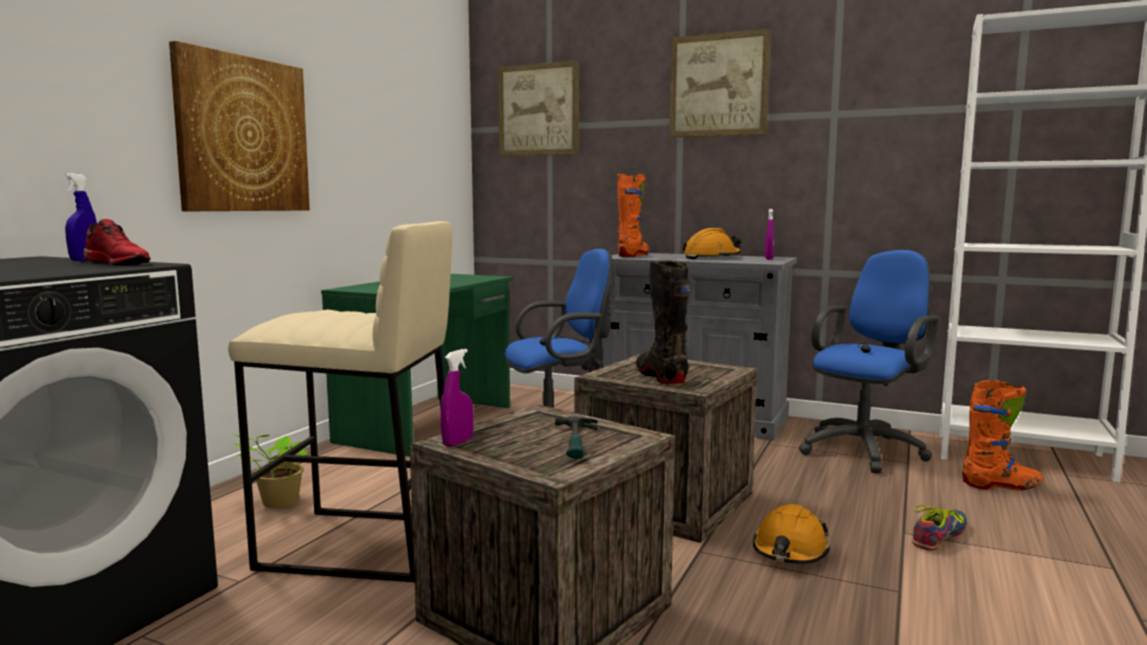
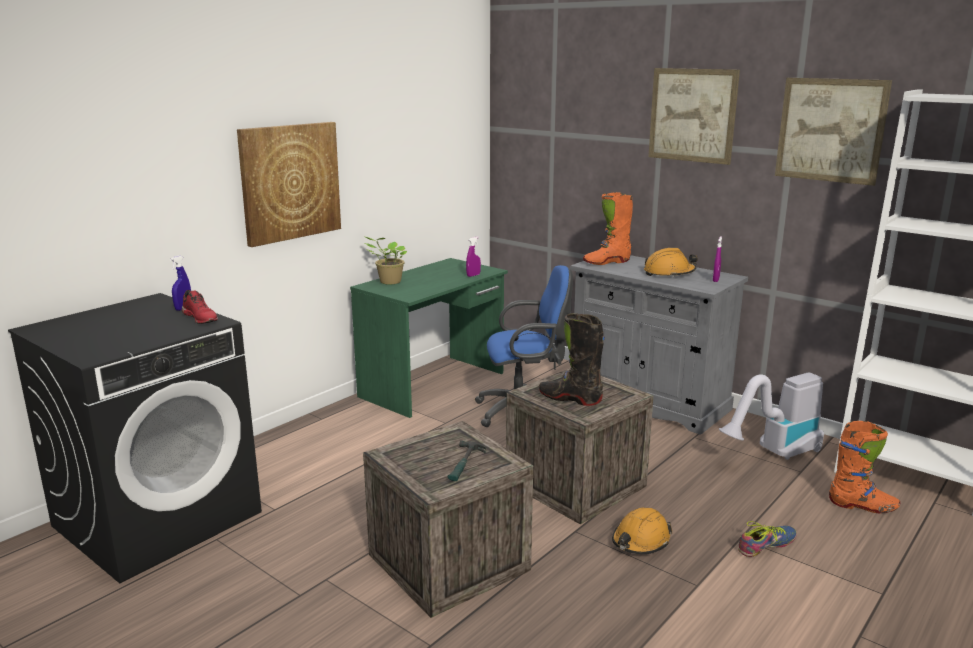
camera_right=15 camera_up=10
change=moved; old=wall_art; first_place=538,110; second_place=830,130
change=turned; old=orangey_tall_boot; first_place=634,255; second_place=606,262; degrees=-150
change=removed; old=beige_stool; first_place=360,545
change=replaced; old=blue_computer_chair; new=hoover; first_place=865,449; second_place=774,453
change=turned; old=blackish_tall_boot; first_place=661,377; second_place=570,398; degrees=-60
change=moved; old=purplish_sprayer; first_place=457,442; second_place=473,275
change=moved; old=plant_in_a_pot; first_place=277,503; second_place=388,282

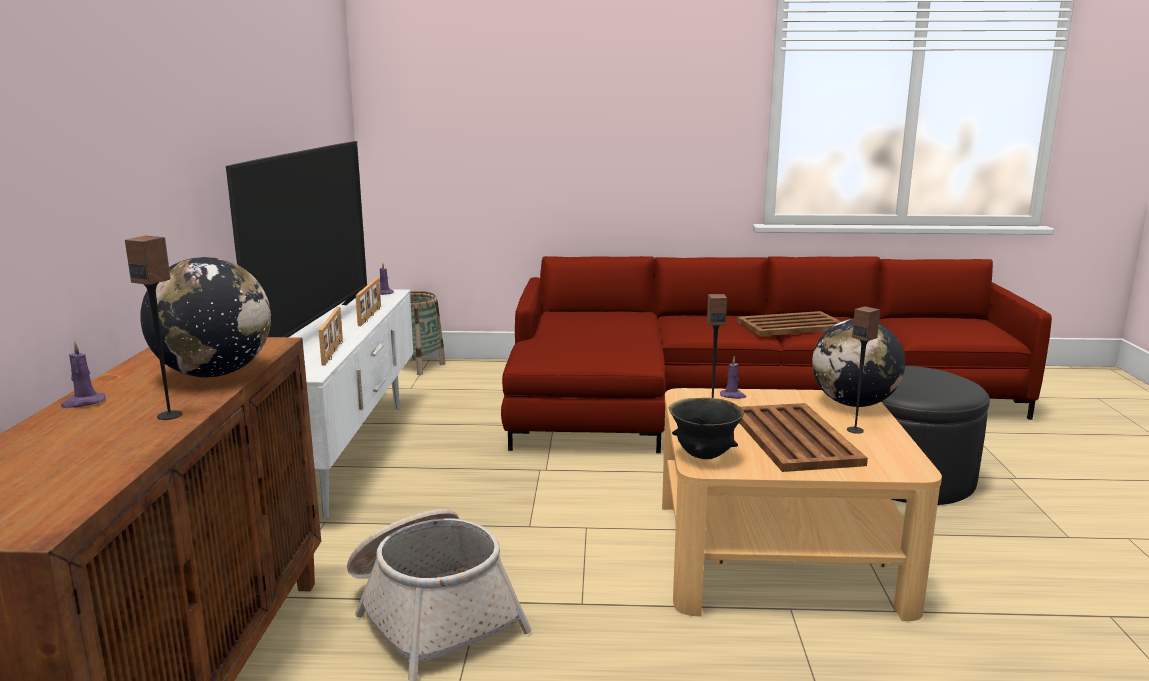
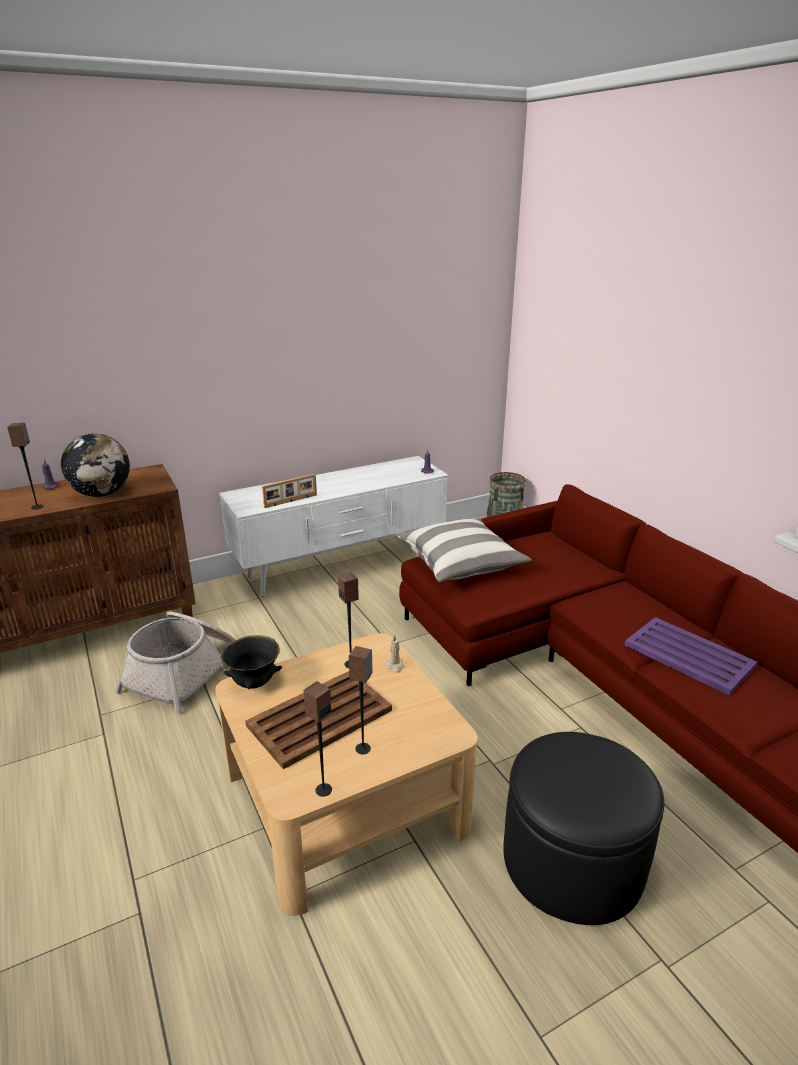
camera_right=60 camera_up=10
change=removed; old=TV; first_place=314,333
change=removed; old=photo_frame; first_place=371,315
change=recoloured; old=brown-coloured_carrying_tray; new=purplish_carrying_tray; first_place=792,325; second_place=689,656
change=removed; old=world_globe; first_place=853,404
change=recoloured; old=purplish_candle; new=beige_candle; first_place=733,396; second_place=394,666
change=added; new=cushion; second_place=460,564
change=added; new=audio_speaker; second_place=323,789

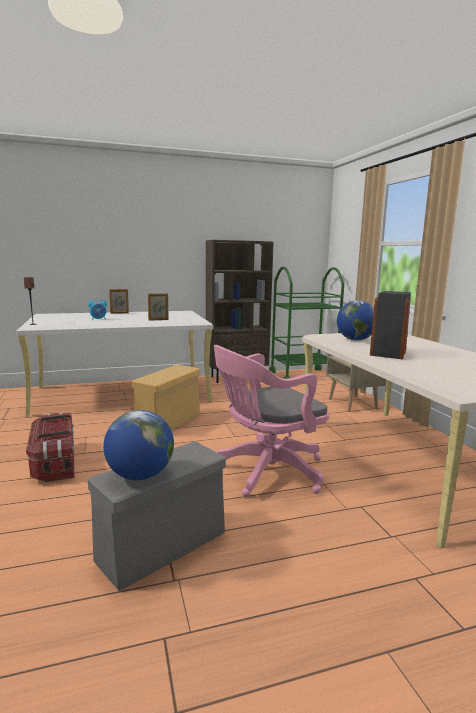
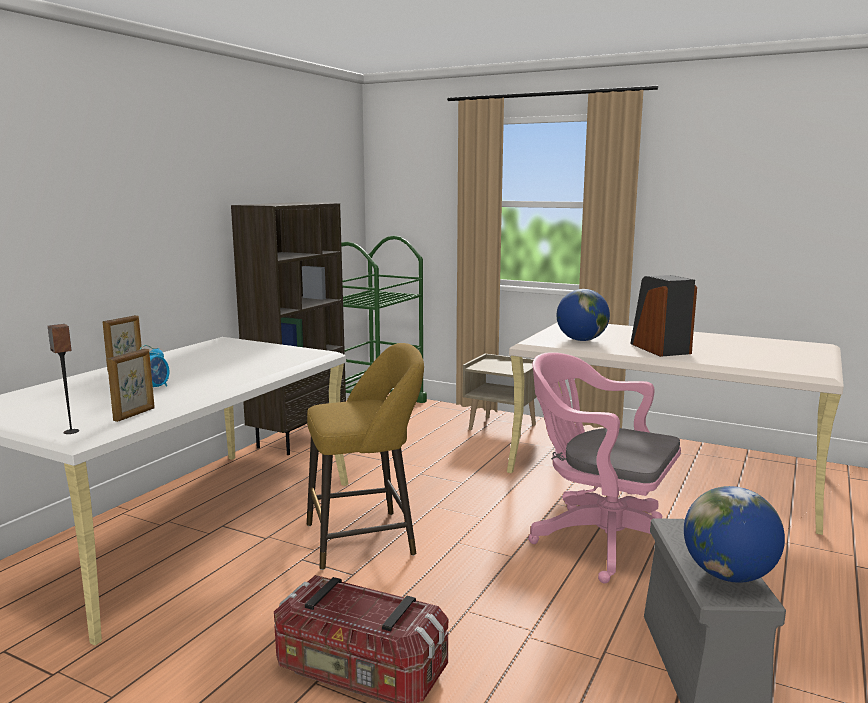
camera_right=-45 camera_up=0
change=moved; old=photo_frame; first_place=158,320; second_place=135,414
change=turned; old=pink-coloured_computer_chair; first_place=266,472; second_place=600,540; degrees=105
change=replaced; old=beige_storage_container; new=yellowish_stool; first_place=168,423; second_place=367,538

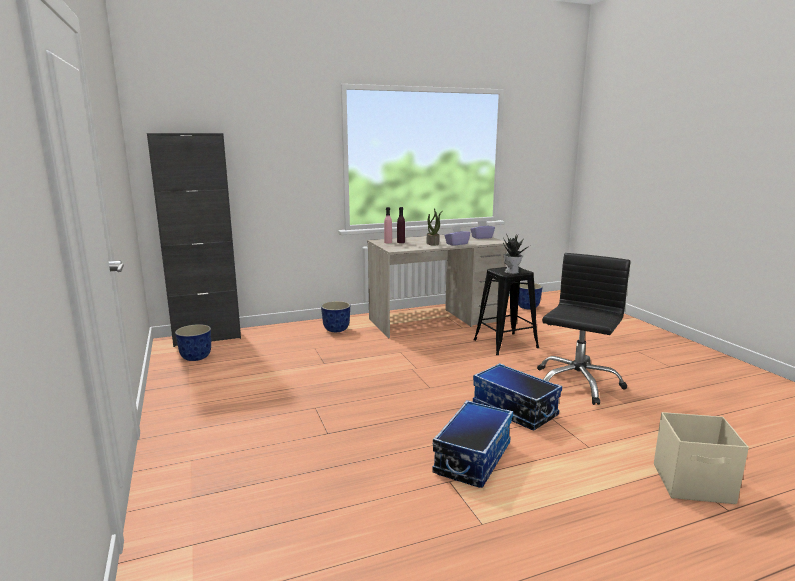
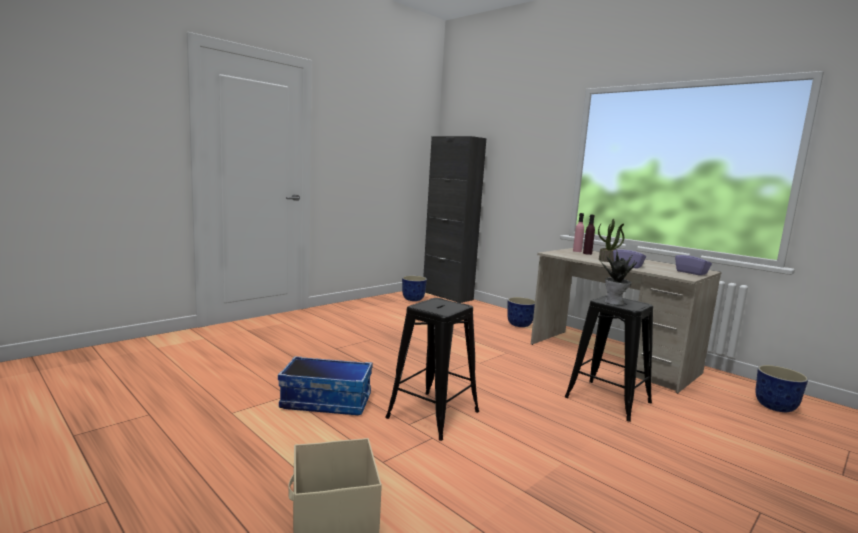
camera_right=65 camera_up=-5
change=removed; old=blackish_computer_chair; first_place=576,383
change=replaced; old=storage_container; new=blackish_stool; first_place=513,410; second_place=433,414

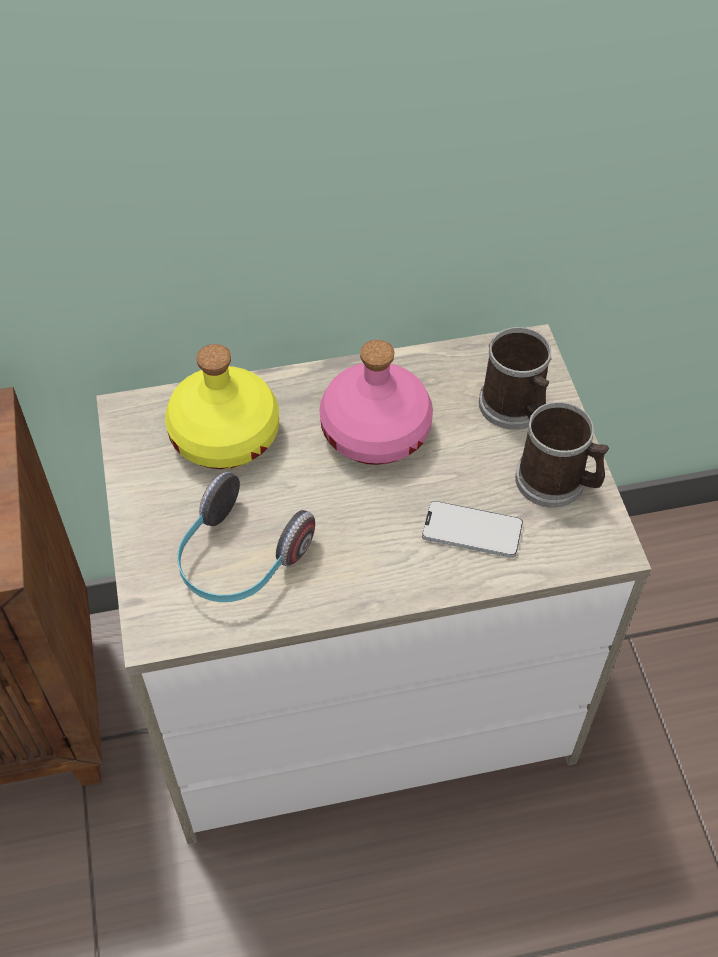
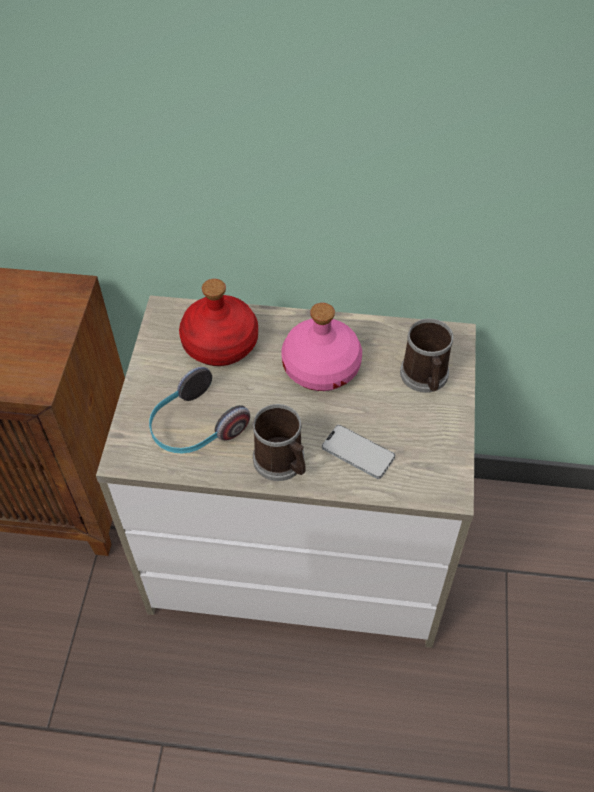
camera_right=20 camera_up=0
change=recoloured; old=yellowish_beverage_bottle; new=reddish_beverage_bottle; first_place=226,435; second_place=221,343
change=moved; old=mug; first_place=557,482; second_place=282,463

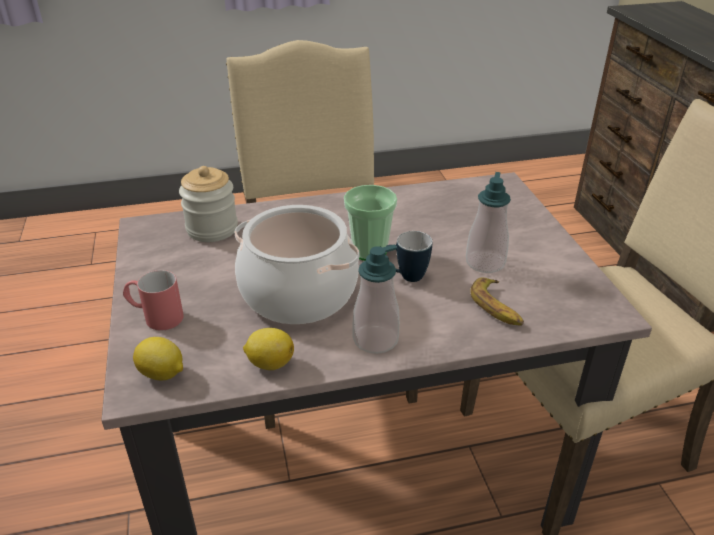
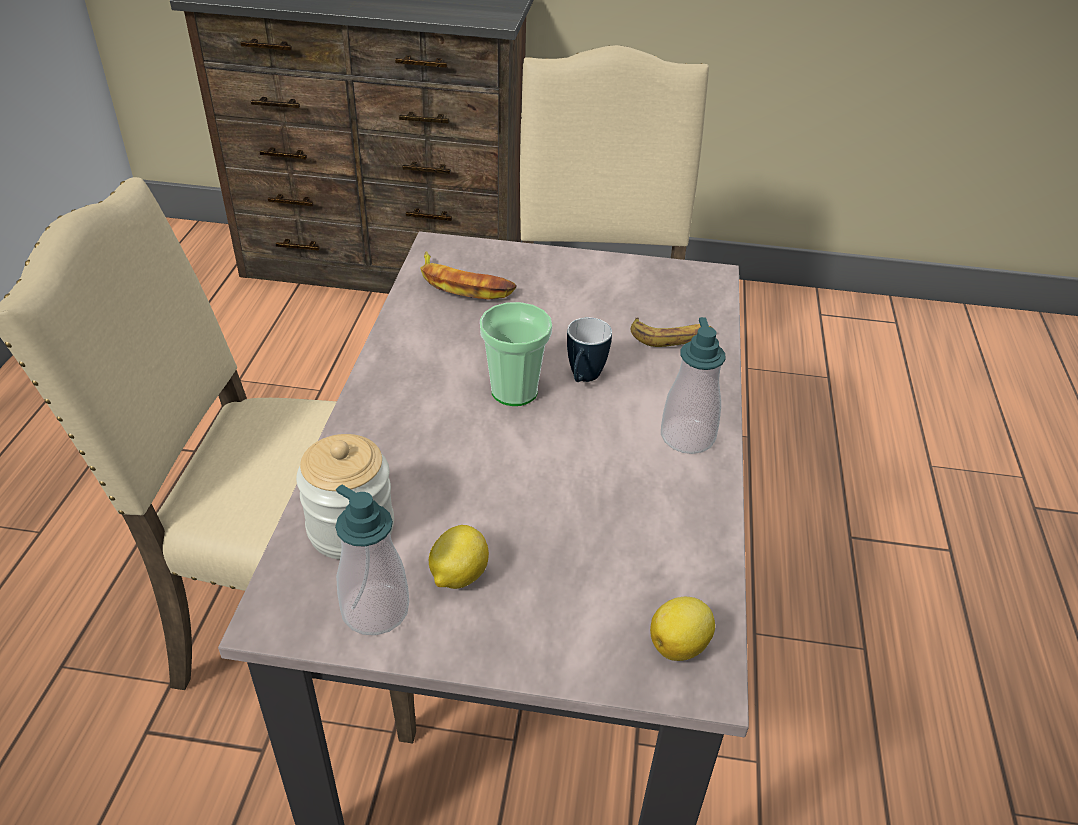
camera_right=-70 camera_up=5
change=moved; old=liquid_soap_bottle; first_place=485,262; second_place=375,610
change=removed; old=cooking_pot; first_place=299,293
change=removed; old=reddish_mug; first_place=155,317
change=moved; old=lemon; first_place=269,363; second_place=458,576
change=added; new=whole_banana; second_place=464,284

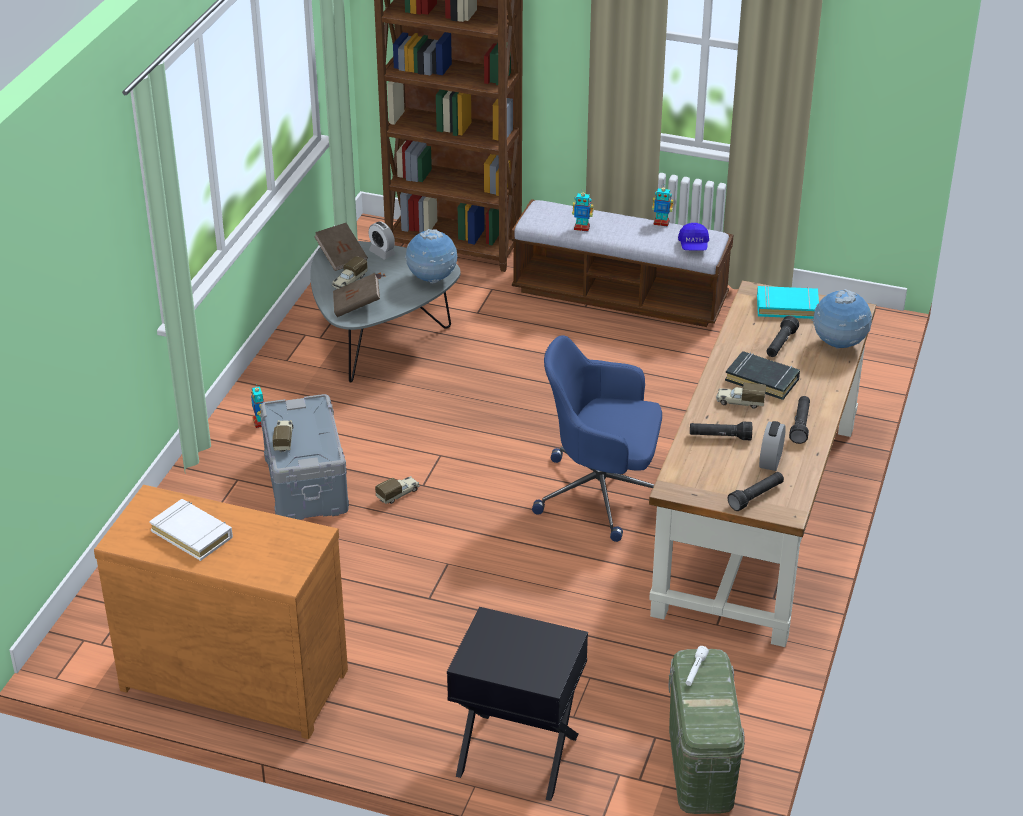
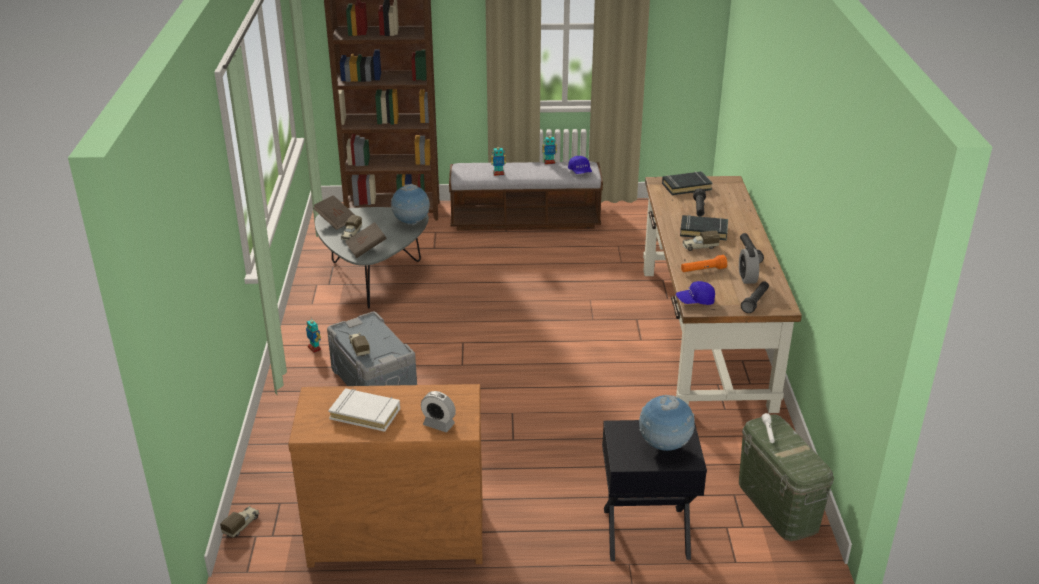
camera_right=-20 camera_up=-5
change=moved; old=alarm_clock; first_place=382,253; second_place=439,424
change=recoloured; old=blue-green_bound_book; new=blackish_bound_book; first_place=787,306; second_place=686,186
change=moved; old=world_globe; first_place=839,345; second_place=664,446
change=removed; old=blue_computer_chair; first_place=601,494
change=recoloured; old=blackish_torch; new=orangey_torch; first_place=720,437; second_place=703,270
change=moved; old=toy_lorry; first_place=398,494; second_place=241,525
change=added; new=blue_peaked_cap; second_place=695,301

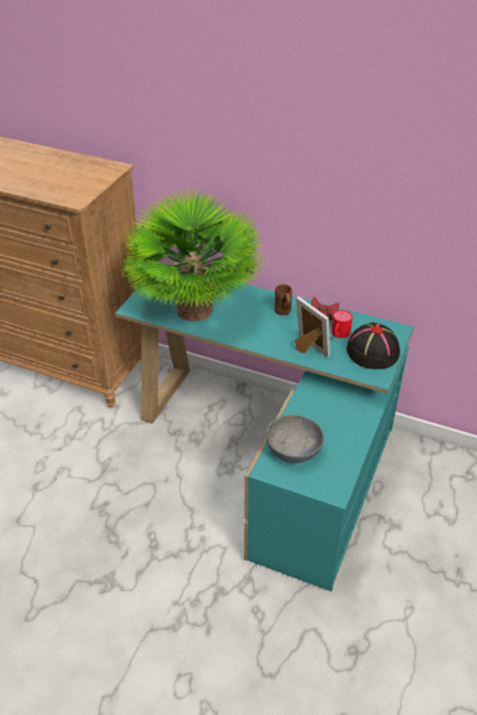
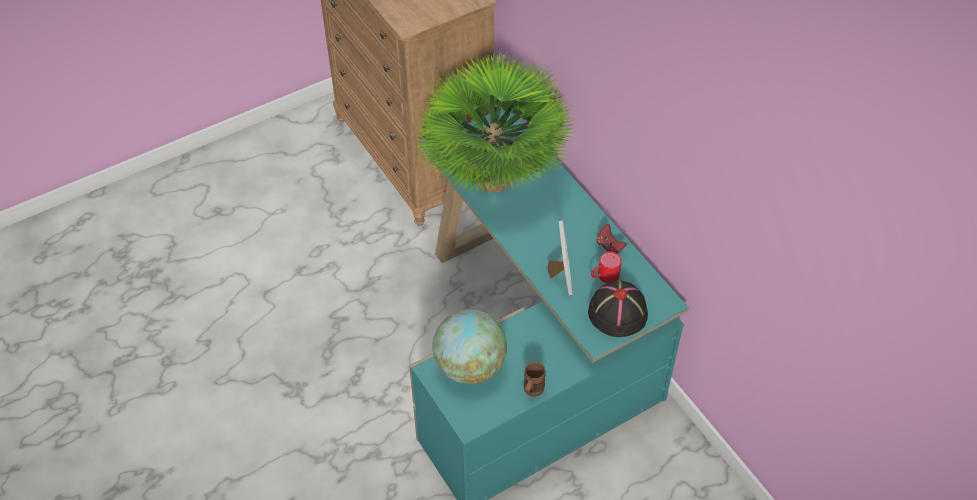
camera_right=35 camera_up=10
change=moved; old=brown-coloured_mug; first_place=283,313; second_place=532,392
change=replaced; old=gray_serving_bowl; new=world_globe; first_place=293,450; second_place=469,367

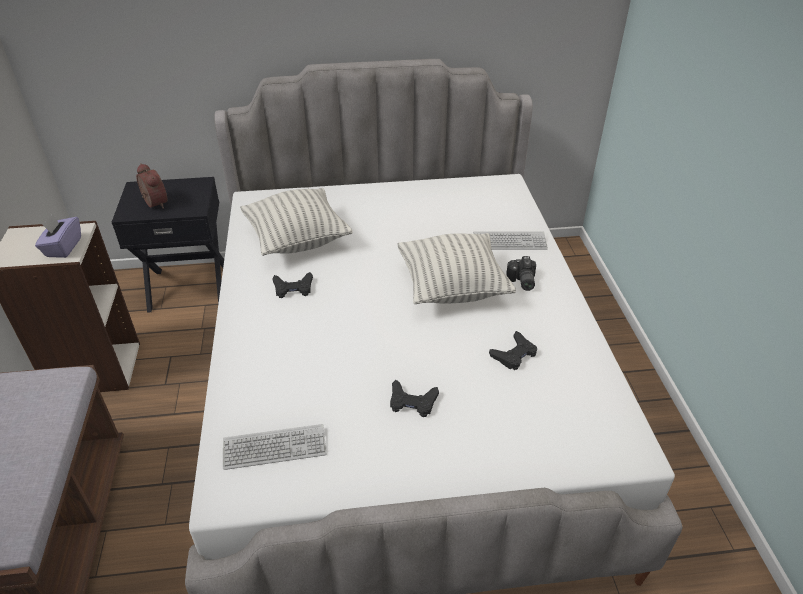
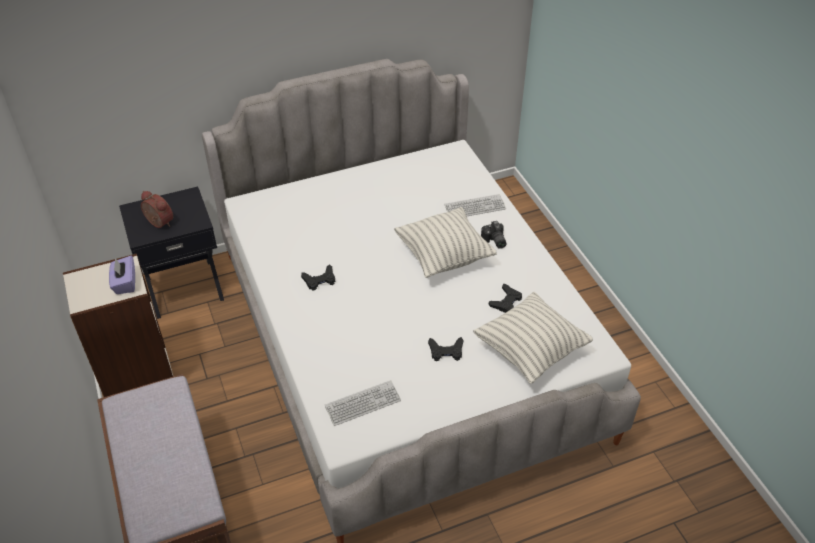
camera_right=-15 camera_up=5
change=moved; old=cushion; first_place=297,240; second_place=530,351

